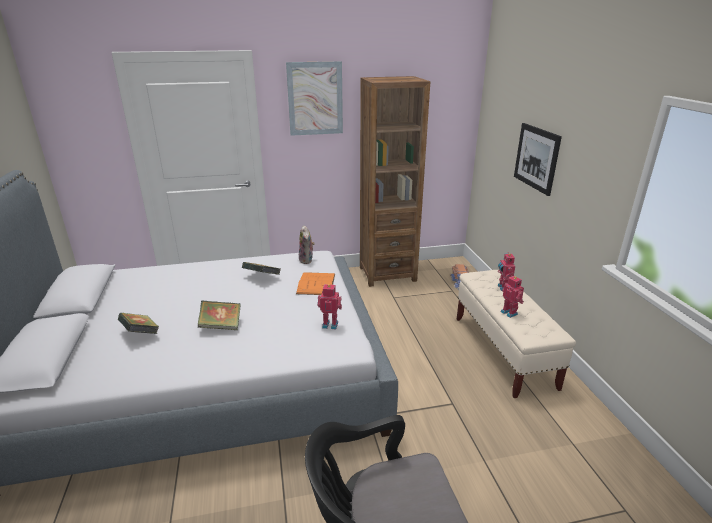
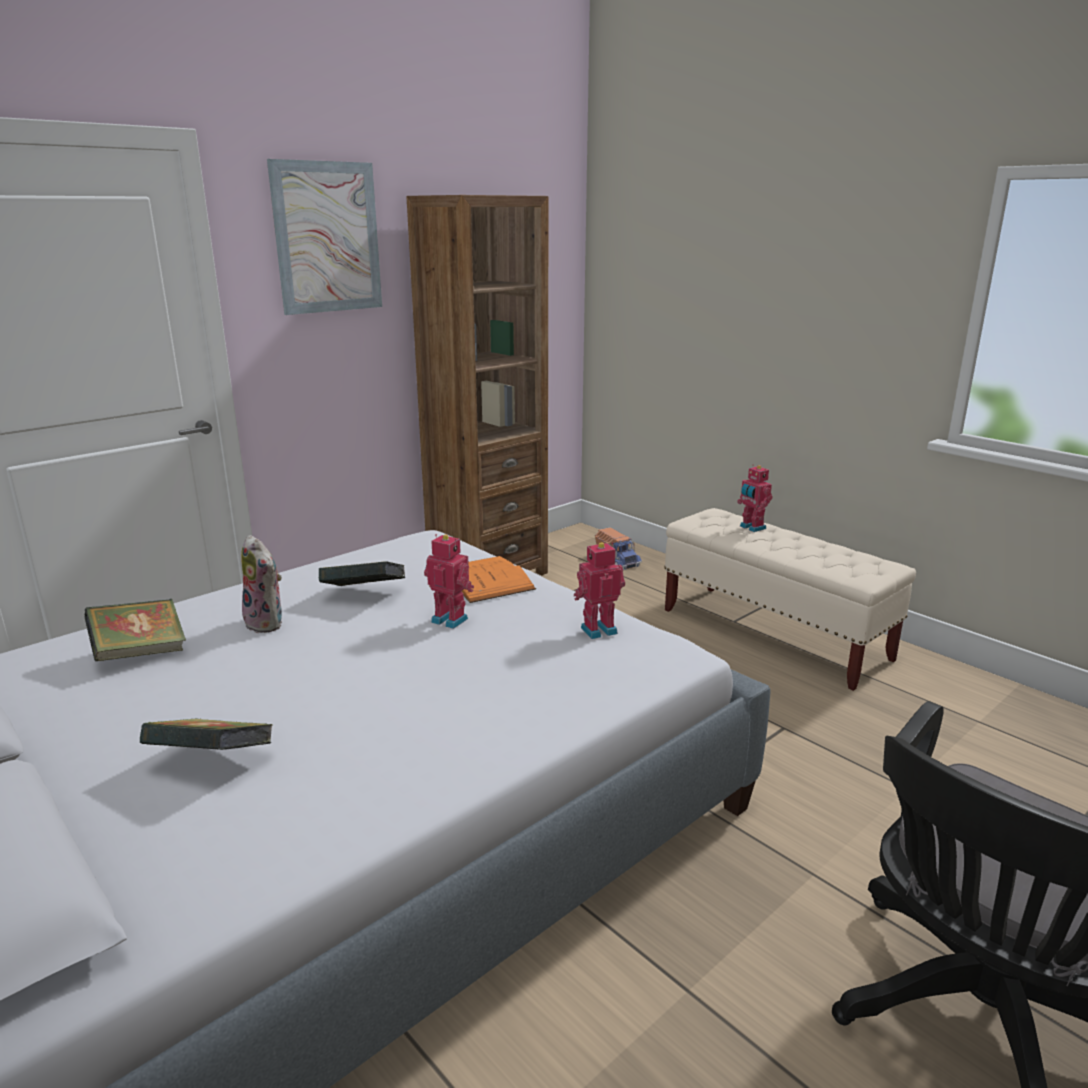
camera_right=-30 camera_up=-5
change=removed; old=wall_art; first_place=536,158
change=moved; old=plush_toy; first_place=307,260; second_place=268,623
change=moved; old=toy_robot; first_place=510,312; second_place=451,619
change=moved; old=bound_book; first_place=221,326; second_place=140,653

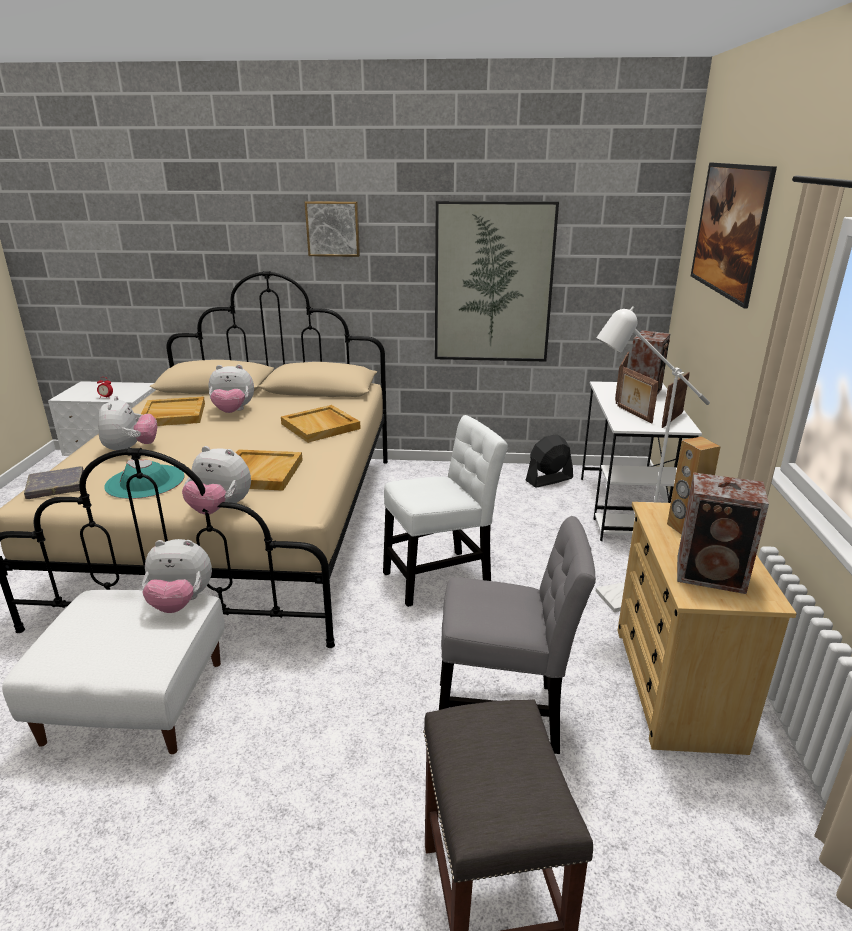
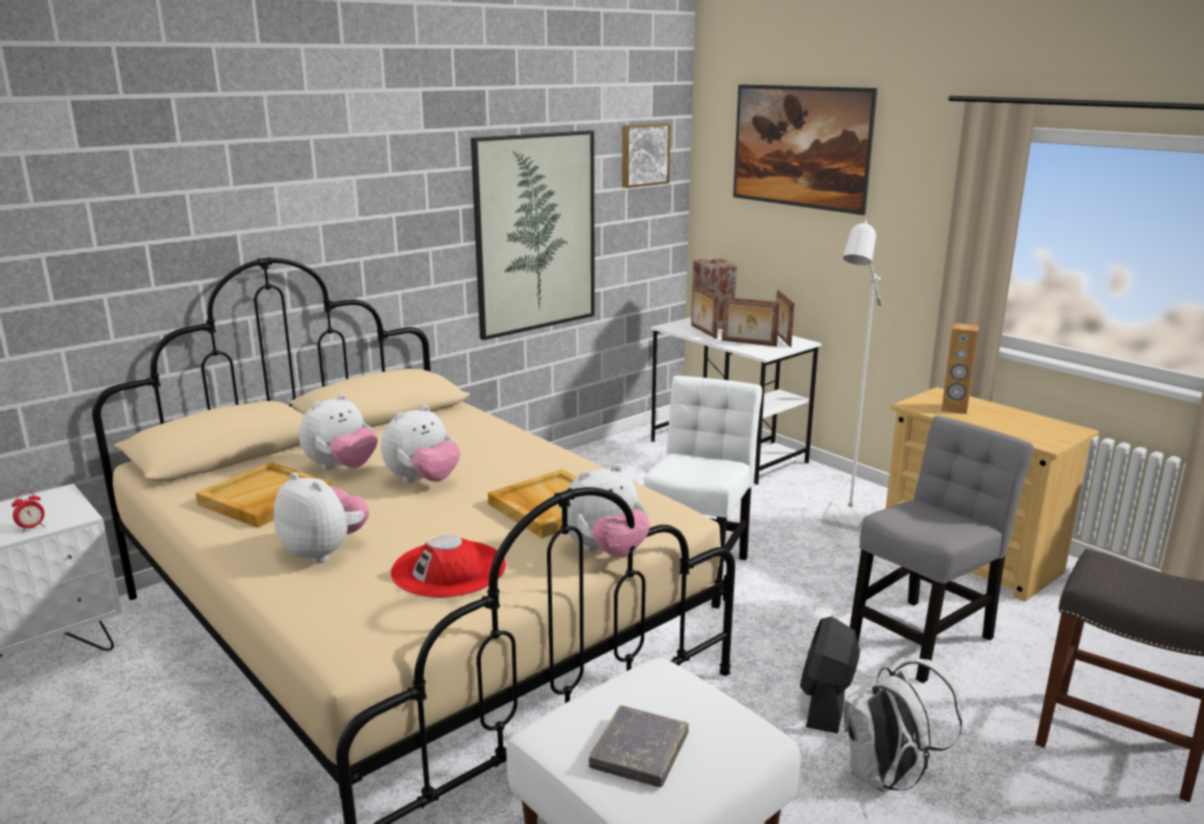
camera_right=-45 camera_up=-5
change=moved; old=wall_art; first_place=333,228; second_place=644,155
change=removed; old=beige_carrying_tray; first_place=321,426
change=moved; old=blackish_cooling_fan; first_place=549,480; second_place=825,703
change=recoloured; old=blue-green_hat; new=reddish_hat; first_place=145,482; second_place=449,569
change=moved; old=gray_bound_book; first_place=56,486; second_place=639,751
change=removed; old=audio_speaker; first_place=713,575
change=moved; old=plush_toy; first_place=181,603; second_place=423,481
change=added; new=white-coloured_knapsack; second_place=885,777

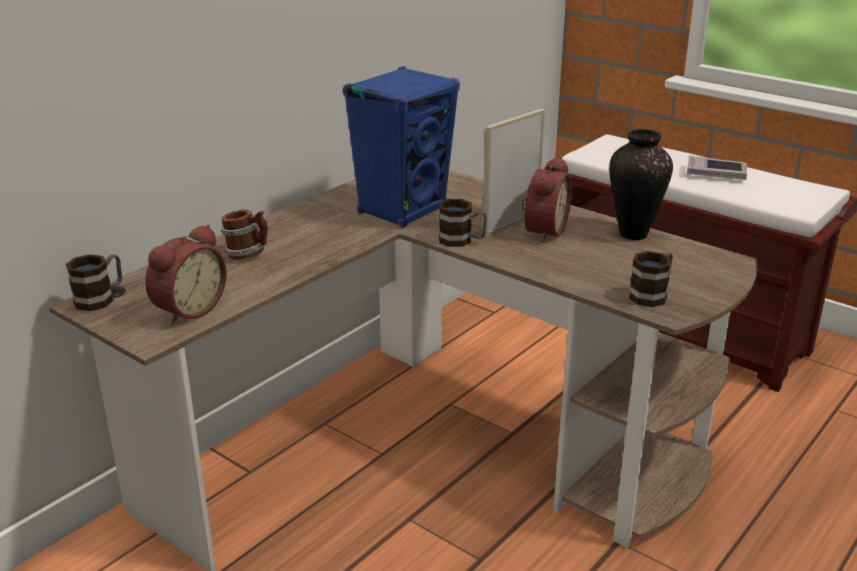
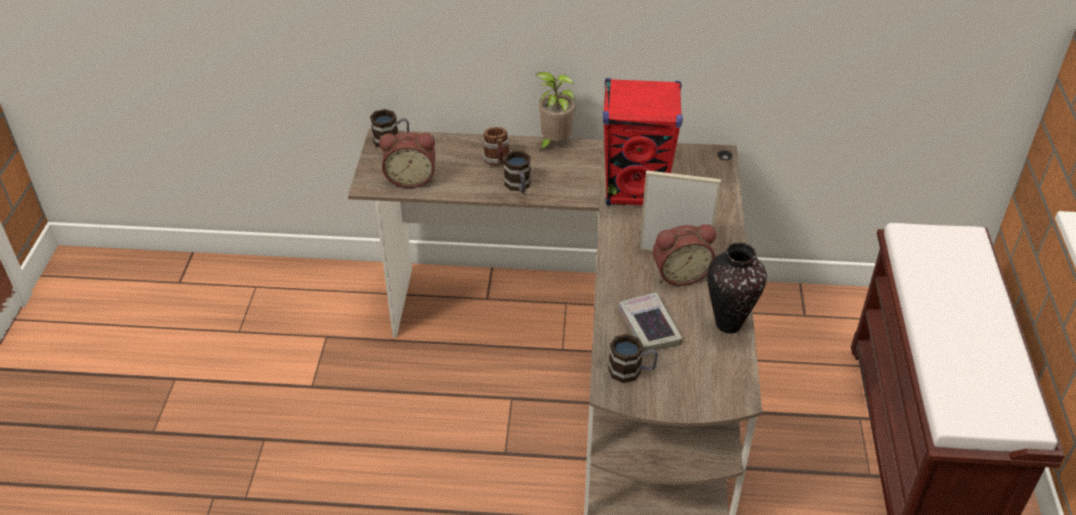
camera_right=55 camera_up=15
change=recoloured; old=blue_audio_speaker; new=reddish_audio_speaker; first_place=402,211; second_place=636,191
change=moved; old=bound_book; first_place=715,174; second_place=649,327
change=moved; old=mug; first_place=462,241; second_place=519,186
change=added; new=plant_in_a_pot; second_place=554,143

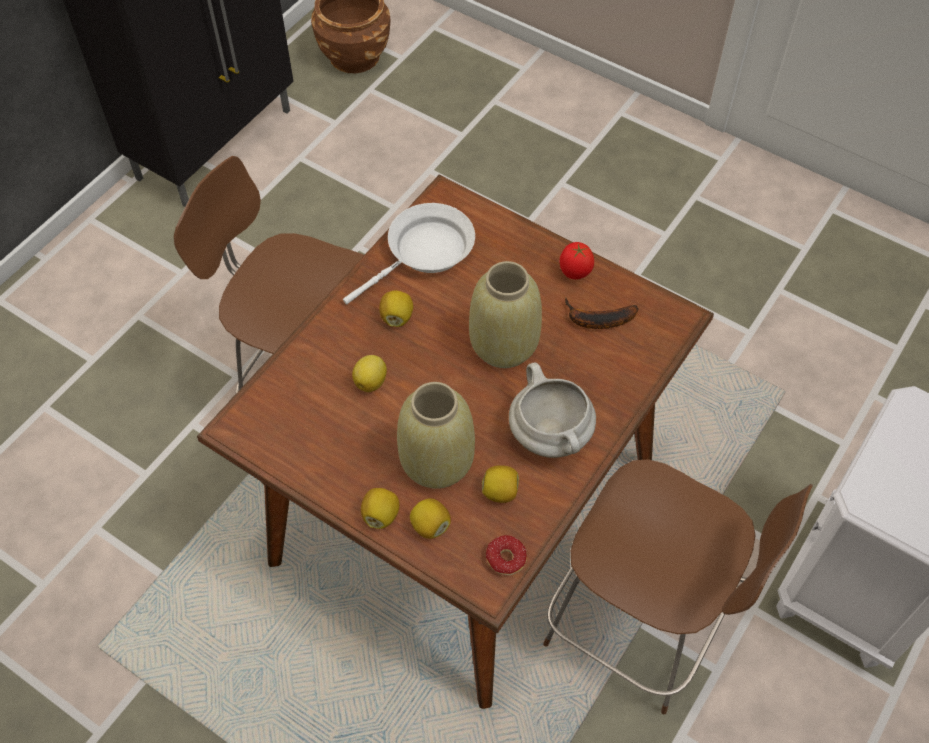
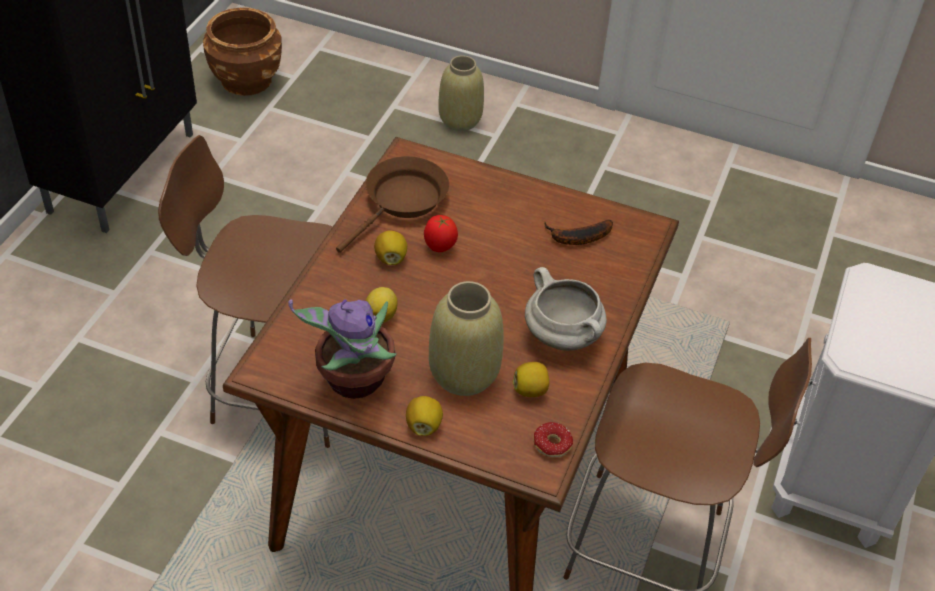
camera_right=-15 camera_up=-10
change=recoloured; old=white-coloured_pan; new=brown-coloured_pan; first_place=425,253; second_place=402,202
change=moved; old=fresh_tomato; first_place=574,273; second_place=439,247
change=moved; old=beige_decorative_vase; first_place=504,346; second_place=460,120
change=removed; old=lemon; first_place=430,526
change=added; new=plant_in_a_pot; second_place=353,381

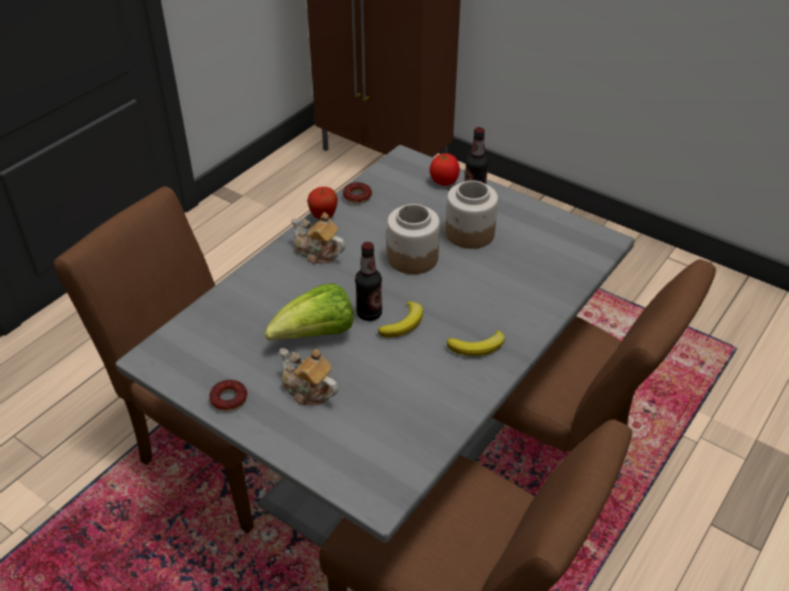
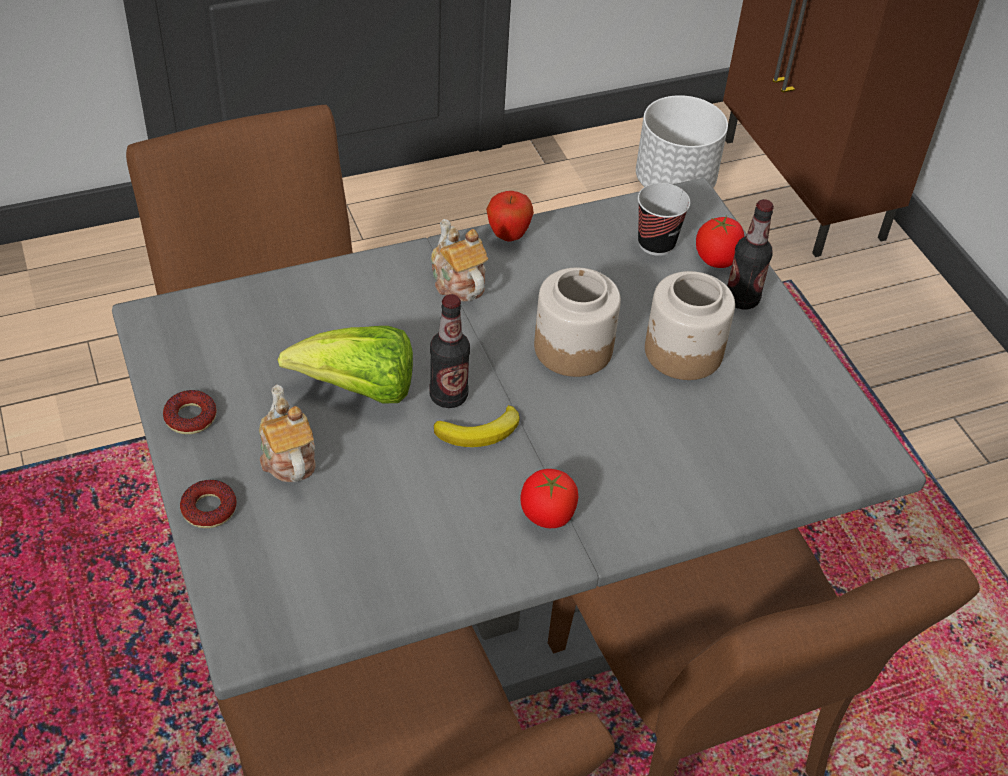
camera_right=30 camera_up=5
change=moved; old=donut; first_place=357,196; second_place=209,509
change=replaced; old=whole_banana; new=fresh_tomato; first_place=478,347; second_place=546,515
change=added; new=white-coloured_flower_pot; second_place=674,183
change=added; new=drinking_cup; second_place=656,243

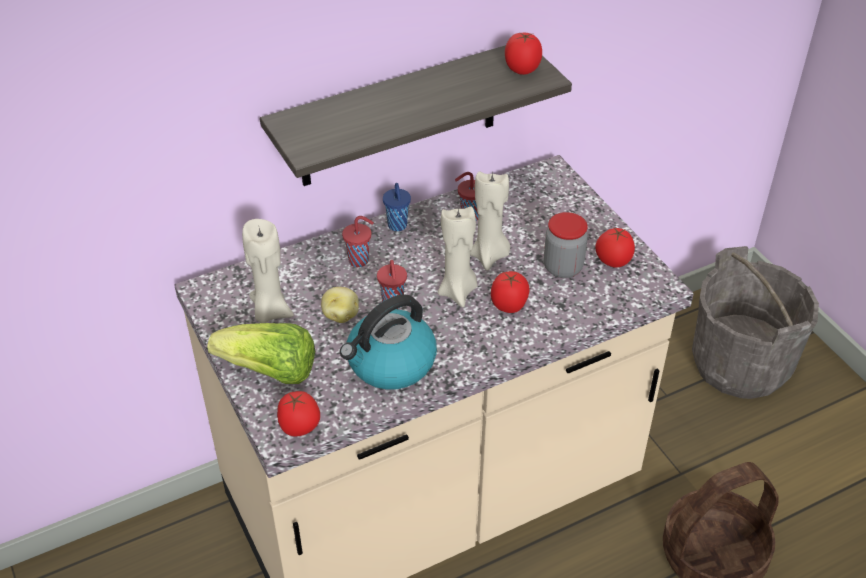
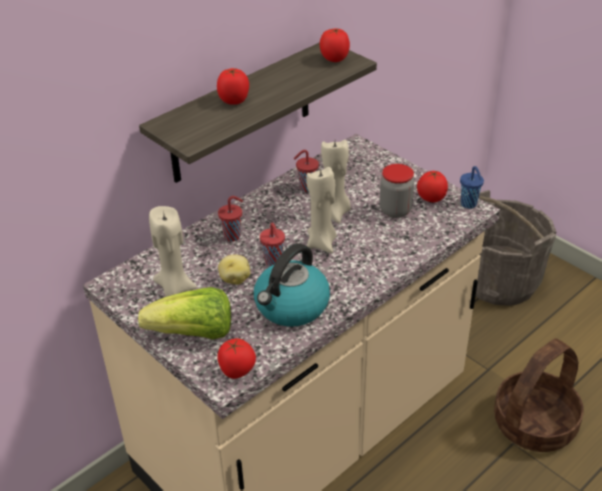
camera_right=-15 camera_up=-5
change=moved; old=blue_drinking_cup; first_place=397,226; second_place=469,204
change=moved; old=fresh_tomato; first_place=509,305; second_place=234,101

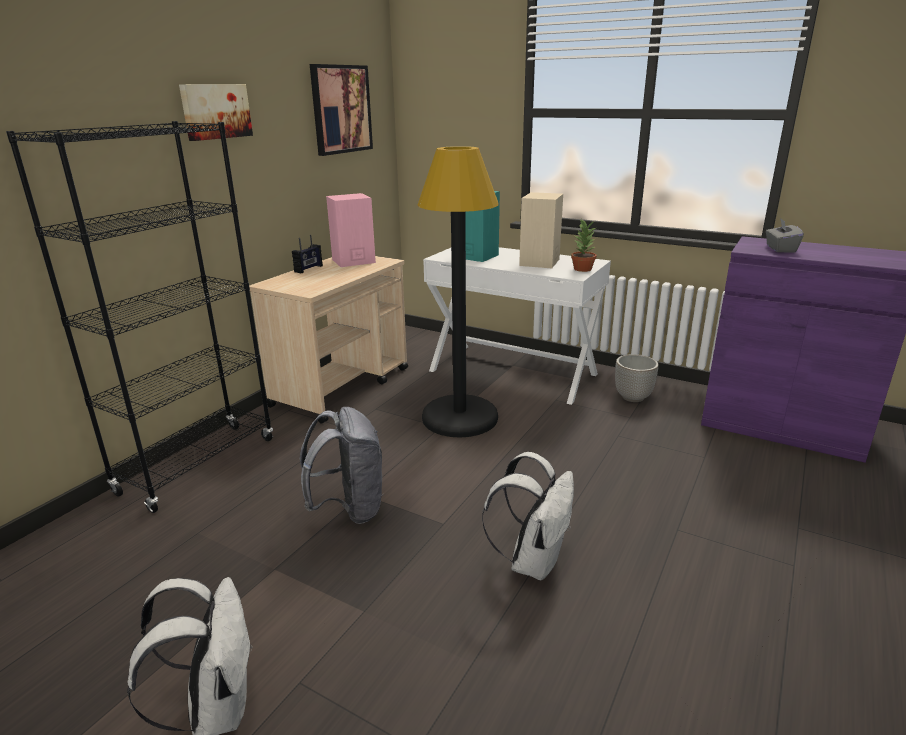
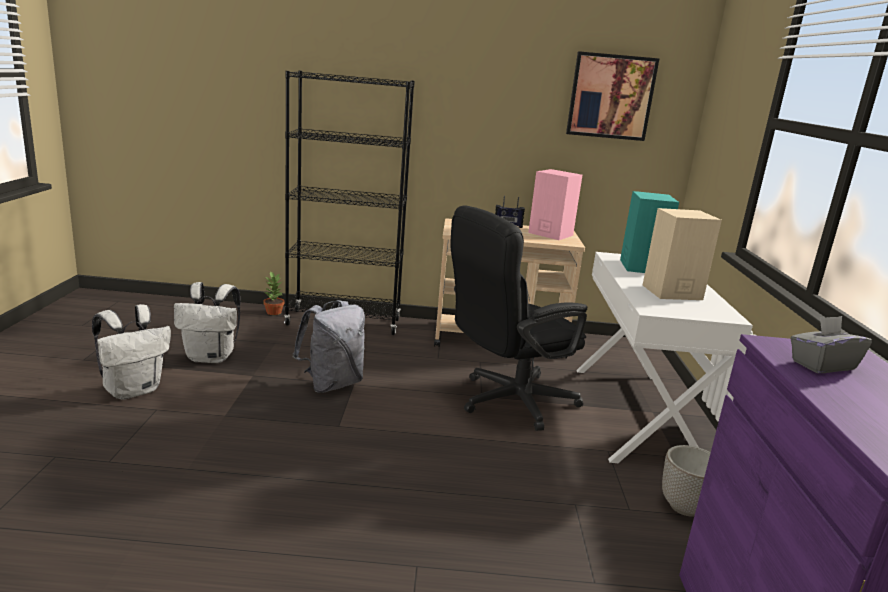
camera_right=60 camera_up=-5
change=removed; old=wall_art; first_place=215,111
change=replaced; old=blackish_standard_lamp; new=blackish_computer_chair; first_place=459,417; second_place=507,402
change=moved; old=plant_in_a_pot; first_place=582,269; second_place=274,312
change=moved; old=white-coloured_knapsack; first_place=533,560; second_place=211,357

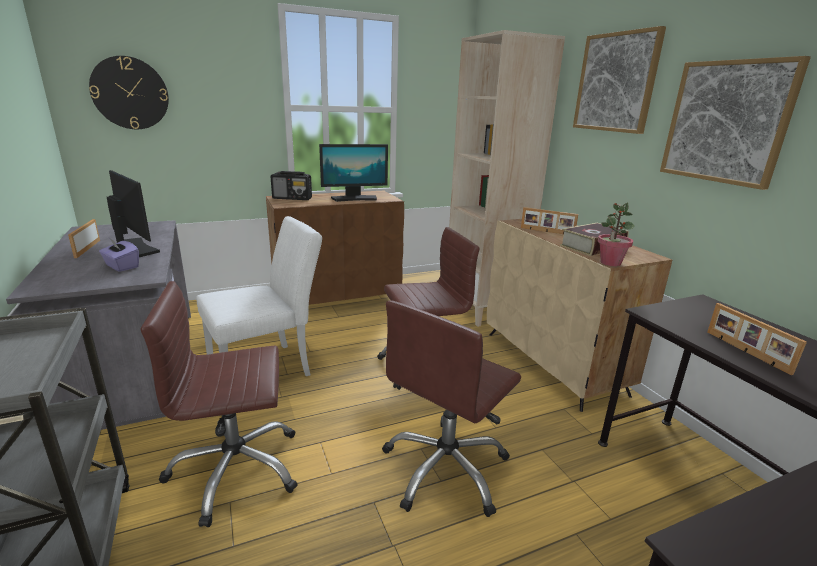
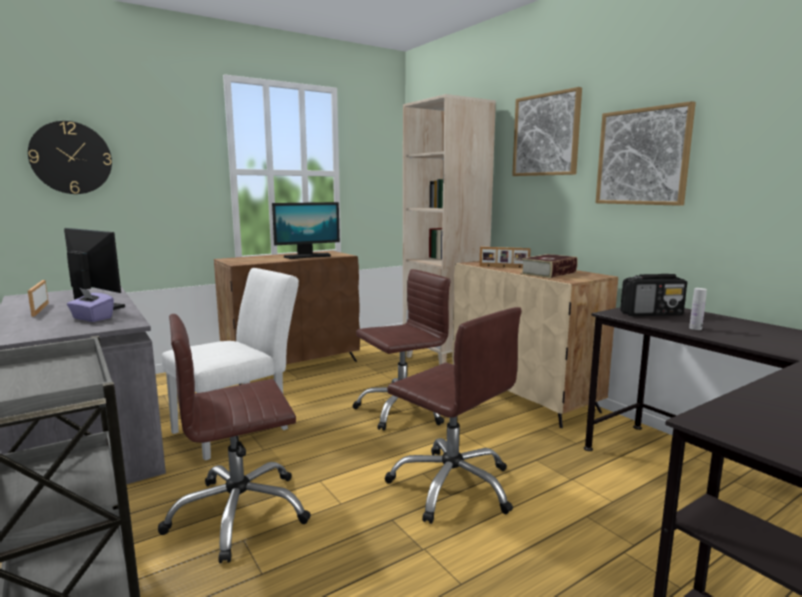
camera_right=-10 camera_up=-10
change=moved; old=radio_set; first_place=292,198; second_place=652,314
change=removed; old=plant_in_a_pot; first_place=610,263
change=turned; old=brown-coloured_computer_chair; first_place=446,469; second_place=452,485; degrees=-75
change=replaced; old=photo_frame; new=white-coloured_beverage_bottle; first_place=745,352; second_place=695,328

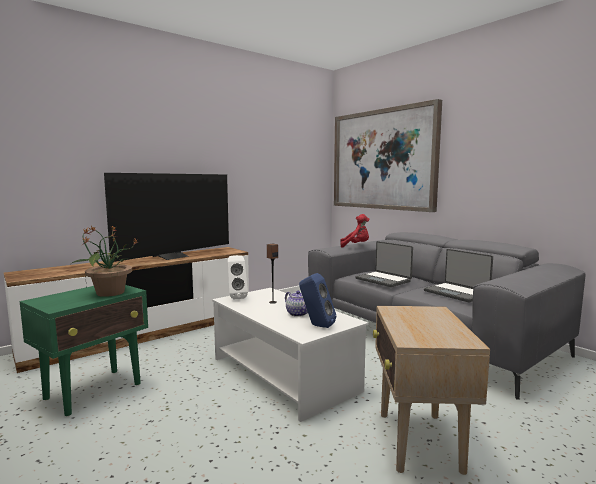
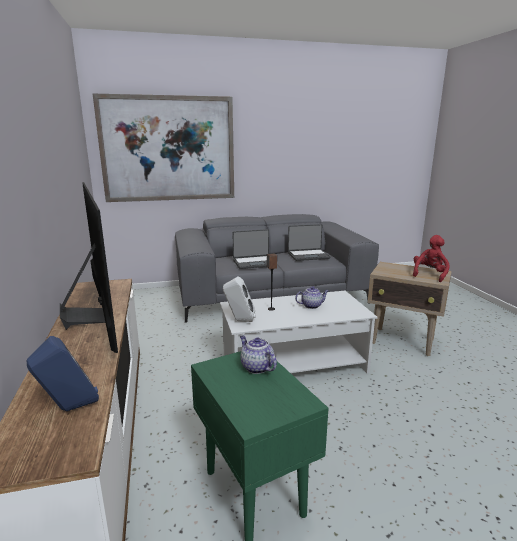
camera_right=-65 camera_up=10
change=moved; old=reddish_plush_toy; first_place=356,246; second_place=429,274
change=replaced; old=plant_in_a_pot; new=teapot; first_place=109,293; second_place=256,367
change=moved; old=blue_audio_speaker; first_place=316,325; second_place=69,409

